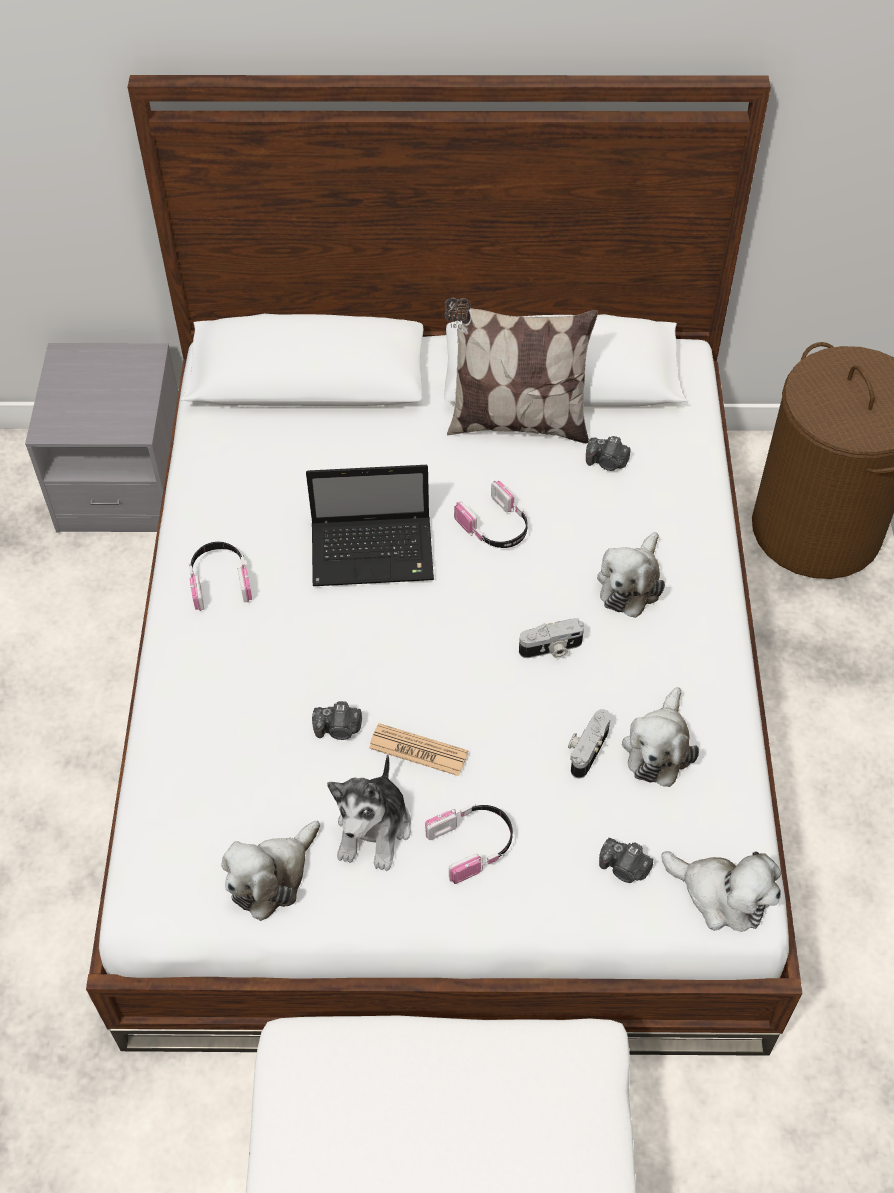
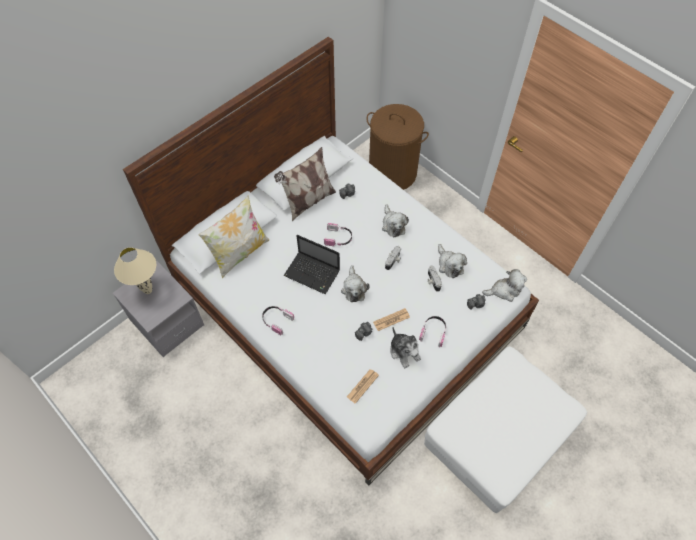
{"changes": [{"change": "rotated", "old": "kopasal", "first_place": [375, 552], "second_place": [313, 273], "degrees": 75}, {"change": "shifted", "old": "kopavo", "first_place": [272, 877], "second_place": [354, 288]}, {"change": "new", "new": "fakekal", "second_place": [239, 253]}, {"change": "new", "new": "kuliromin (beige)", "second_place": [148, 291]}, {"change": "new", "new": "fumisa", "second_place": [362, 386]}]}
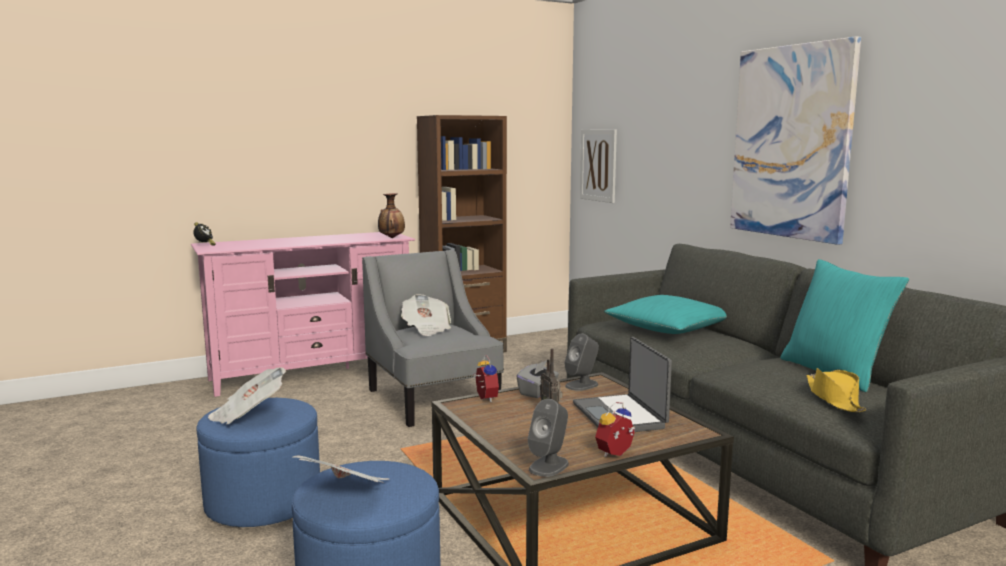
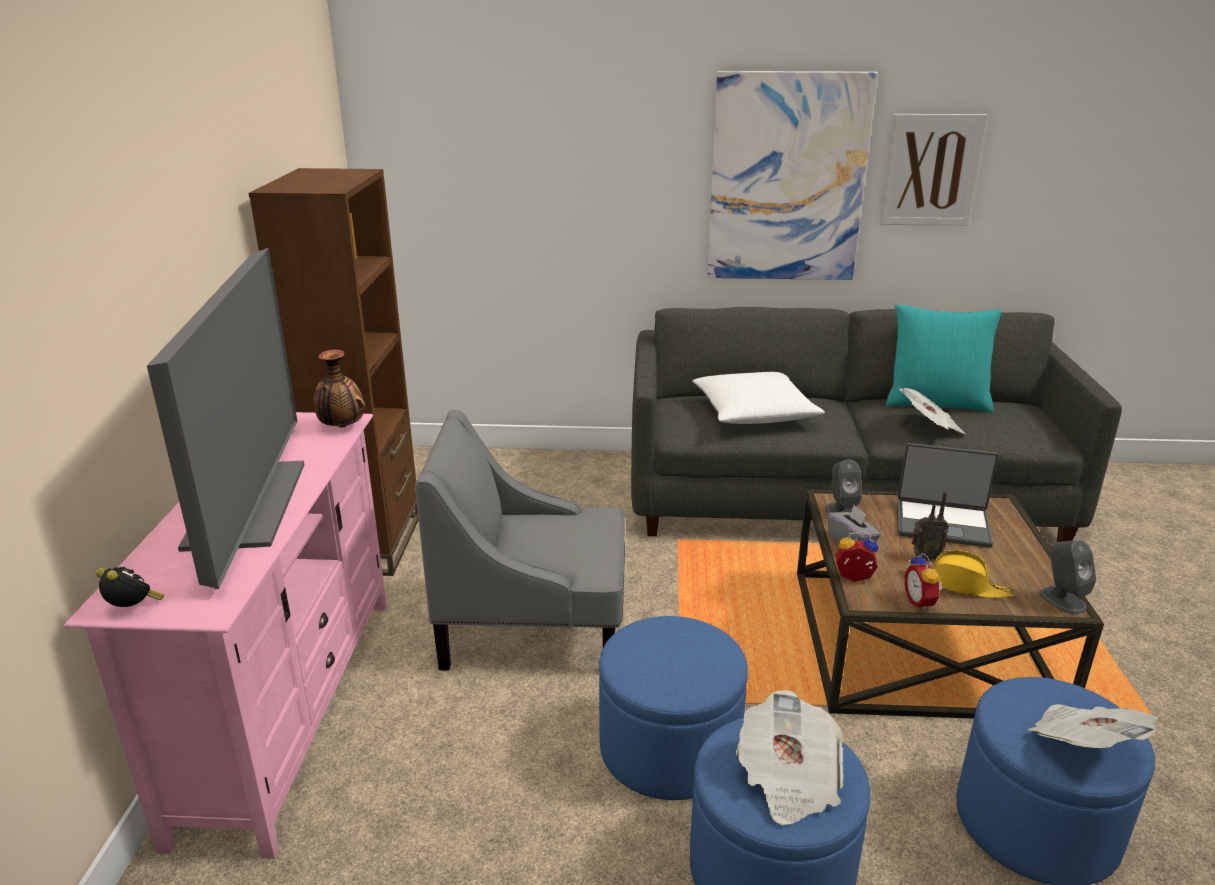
{"changes": [{"change": "shifted", "old": "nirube", "first_place": [598, 165], "second_place": [930, 170]}, {"change": "shifted", "old": "fumisa", "first_place": [426, 329], "second_place": [929, 427]}, {"change": "repainted", "old": "fakekal (turquoise)", "new": "fakekal (white)", "first_place": [669, 329], "second_place": [754, 412]}, {"change": "shifted", "old": "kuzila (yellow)", "first_place": [834, 399], "second_place": [958, 585]}, {"change": "shifted", "old": "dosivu", "first_place": [616, 454], "second_place": [921, 602]}, {"change": "new", "new": "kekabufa", "second_place": [248, 503]}, {"change": "new", "new": "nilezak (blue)", "second_place": [669, 749]}]}
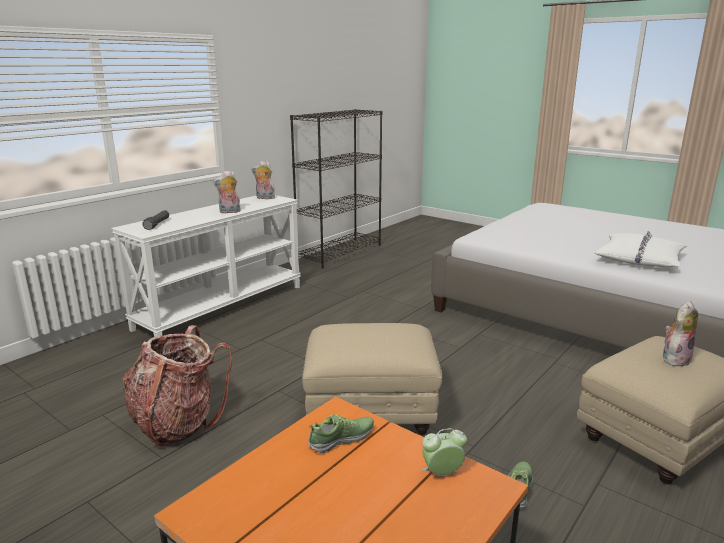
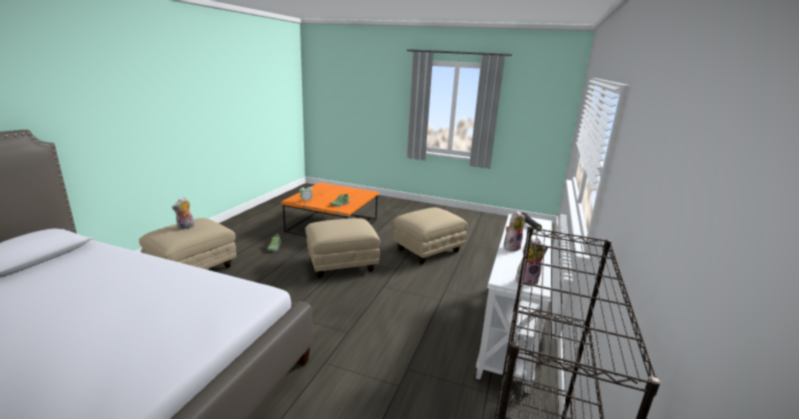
{"changes": [{"change": "gone", "old": "fakekal (white)", "first_place": [640, 259]}, {"change": "swapped", "old": "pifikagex", "new": "nilezak (beige)", "first_place": [177, 423], "second_place": [427, 251]}]}
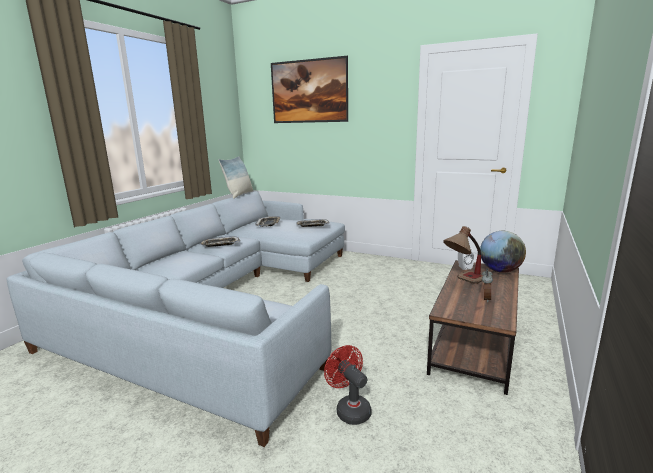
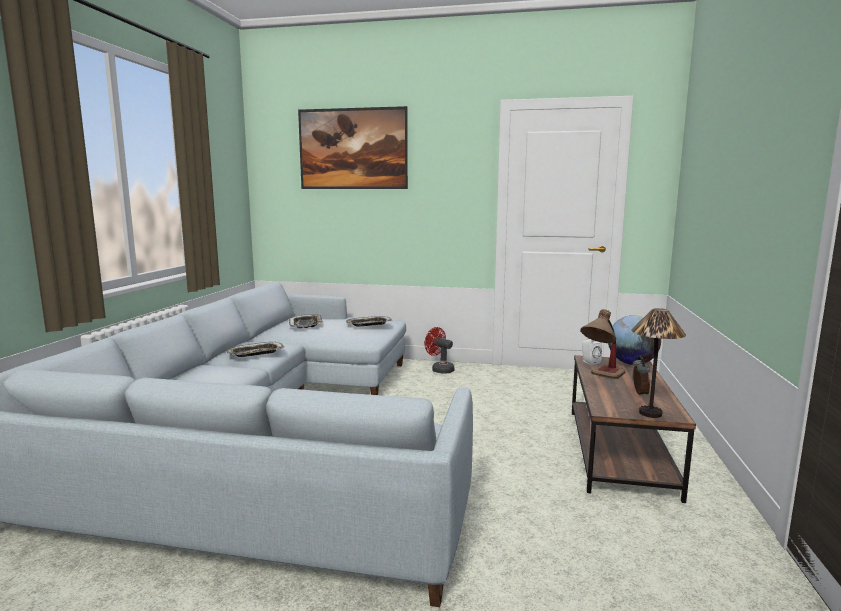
{"changes": [{"change": "gone", "old": "fakekal", "first_place": [239, 195]}, {"change": "shifted", "old": "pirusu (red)", "first_place": [349, 409], "second_place": [440, 369]}, {"change": "new", "new": "kuliromin", "second_place": [650, 413]}]}
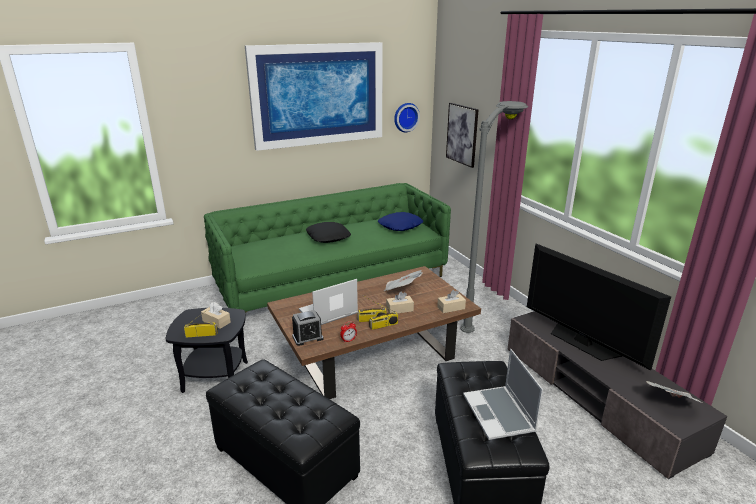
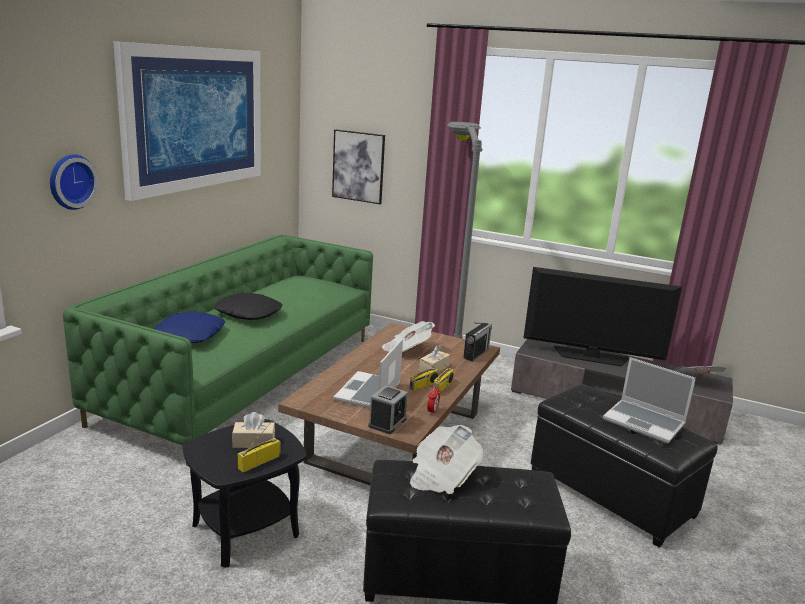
{"changes": [{"change": "shifted", "old": "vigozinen", "first_place": [405, 117], "second_place": [70, 181]}, {"change": "shifted", "old": "fakekal (blue)", "first_place": [400, 226], "second_place": [190, 335]}, {"change": "swapped", "old": "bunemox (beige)", "new": "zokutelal", "first_place": [451, 308], "second_place": [476, 354]}, {"change": "new", "new": "fumisa", "second_place": [442, 476]}]}
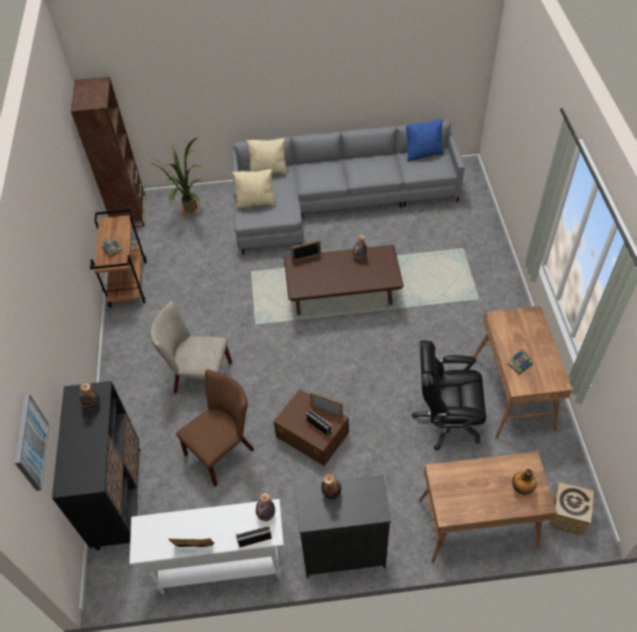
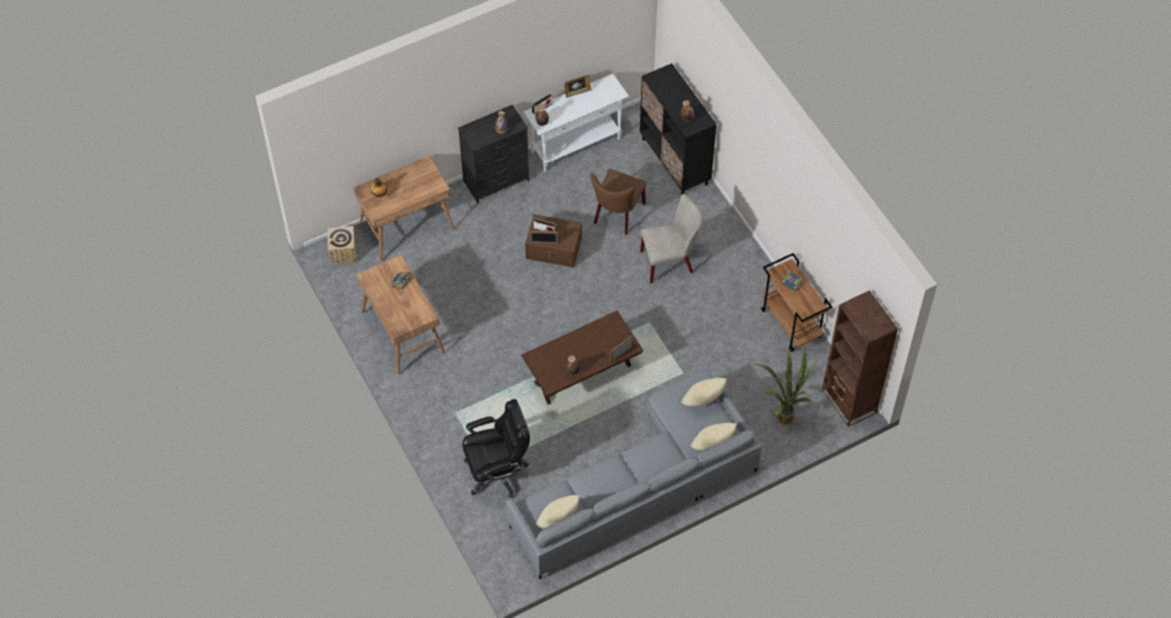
{"changes": [{"change": "repainted", "old": "fakekal (blue)", "new": "fakekal (beige)", "first_place": [423, 153], "second_place": [558, 520]}, {"change": "shifted", "old": "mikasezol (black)", "first_place": [446, 420], "second_place": [497, 471]}, {"change": "gone", "old": "nirube", "first_place": [30, 442]}]}
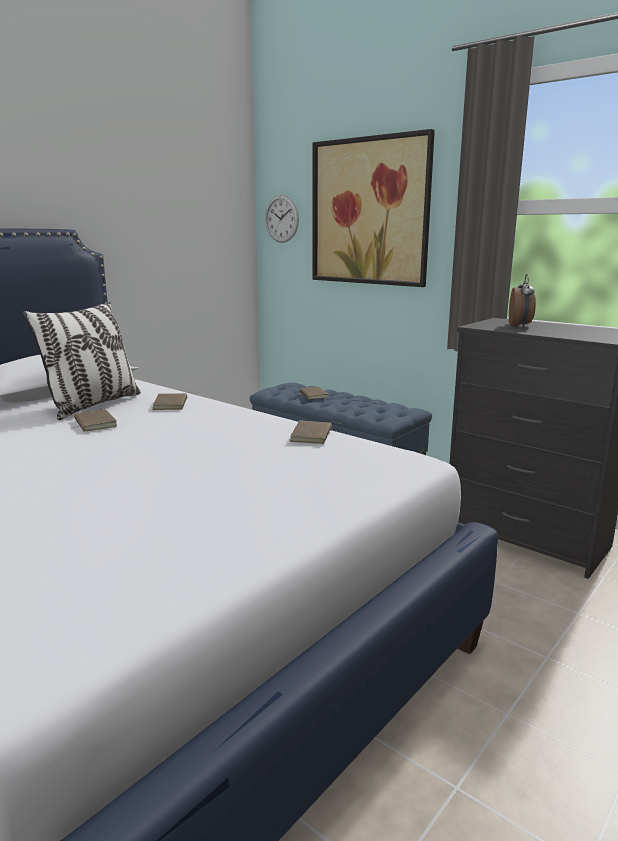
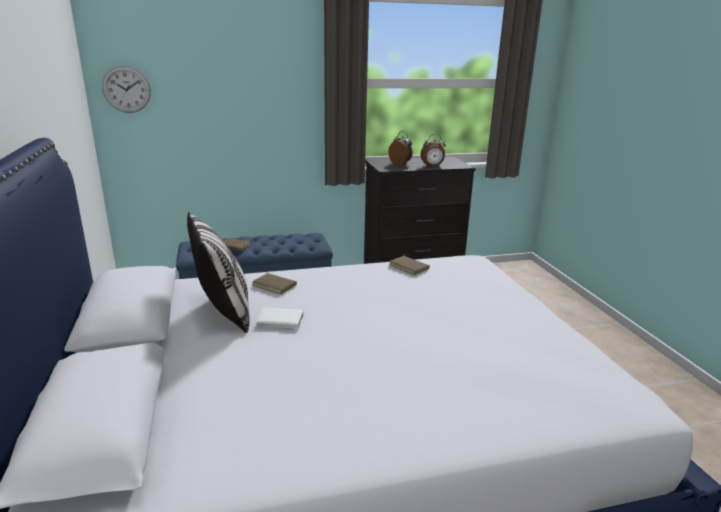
{"changes": [{"change": "gone", "old": "nirube", "first_place": [369, 212]}, {"change": "repainted", "old": "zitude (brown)", "new": "zitude (white)", "first_place": [93, 423], "second_place": [280, 321]}, {"change": "new", "new": "dosivu", "second_place": [432, 167]}]}
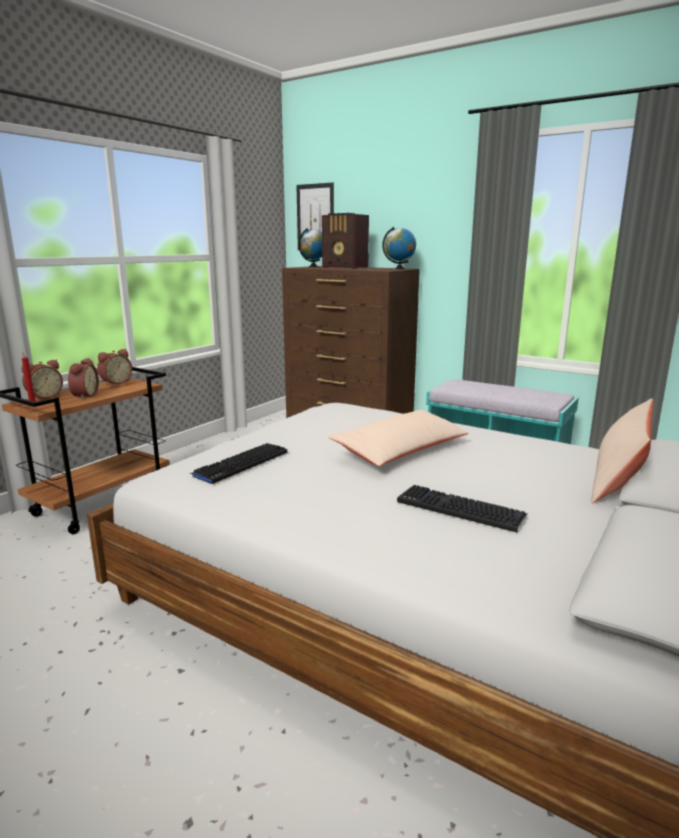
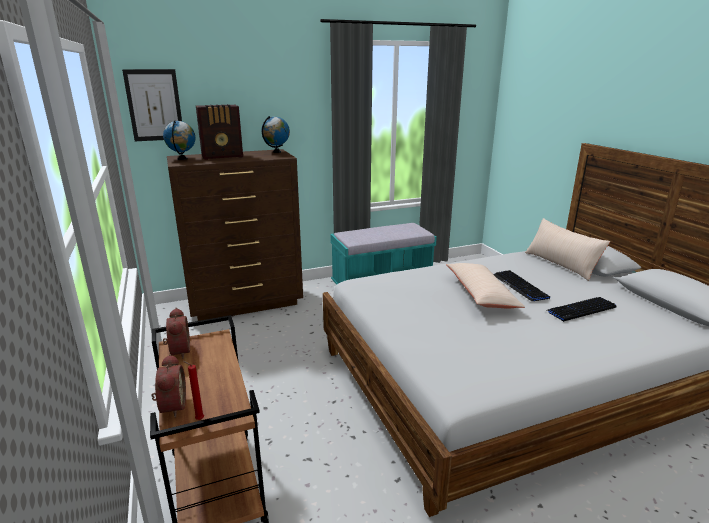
{"changes": [{"change": "gone", "old": "dosivu", "first_place": [83, 396]}, {"change": "shifted", "old": "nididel", "first_place": [240, 464], "second_place": [520, 286]}]}
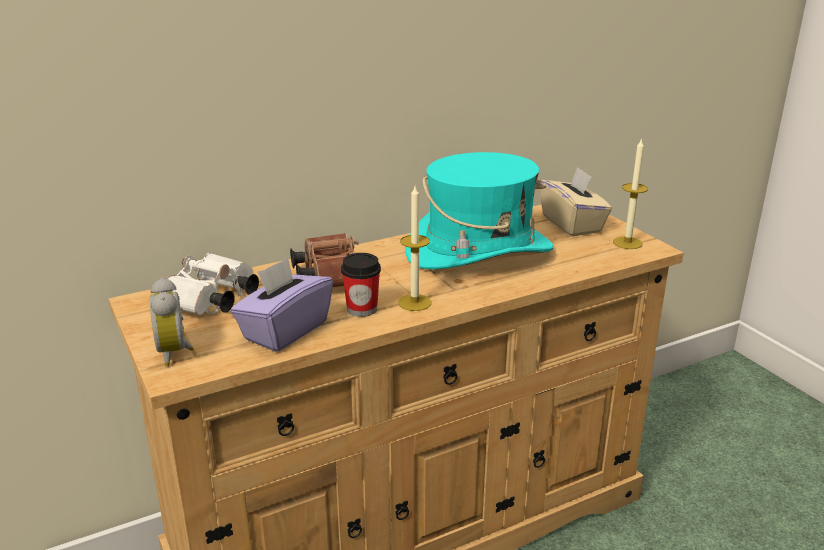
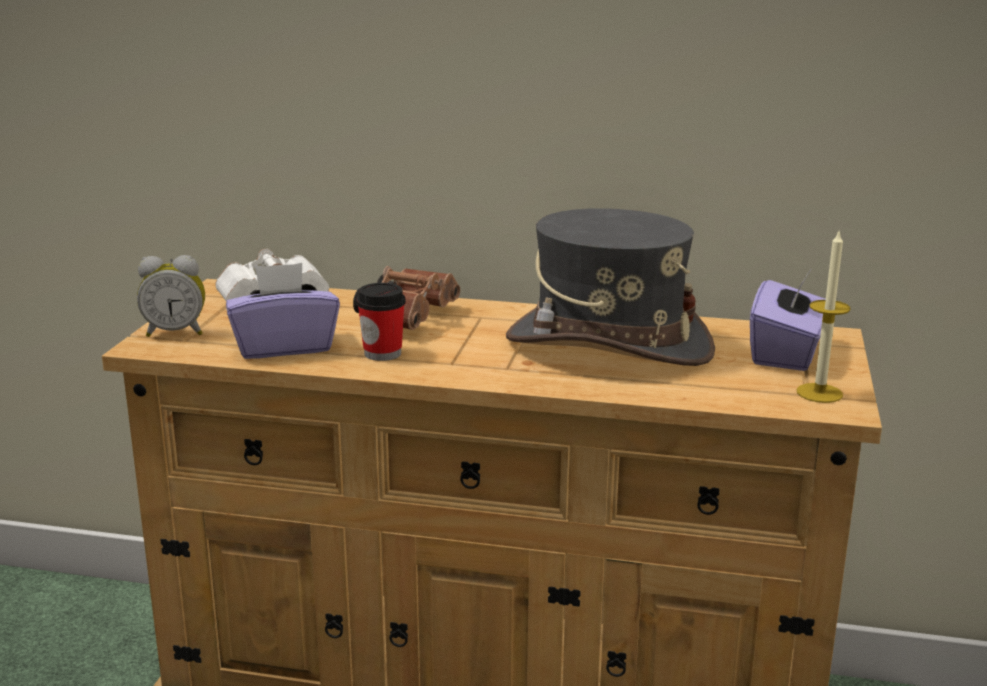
{"changes": [{"change": "repainted", "old": "kuzila (turquoise)", "new": "kuzila (grey)", "first_place": [479, 251], "second_place": [608, 345]}, {"change": "repainted", "old": "bunemox (beige)", "new": "bunemox (purple)", "first_place": [572, 224], "second_place": [786, 353]}, {"change": "gone", "old": "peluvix", "first_place": [414, 302]}, {"change": "rotated", "old": "dosivu", "first_place": [176, 352], "second_place": [175, 332], "degrees": -120}]}
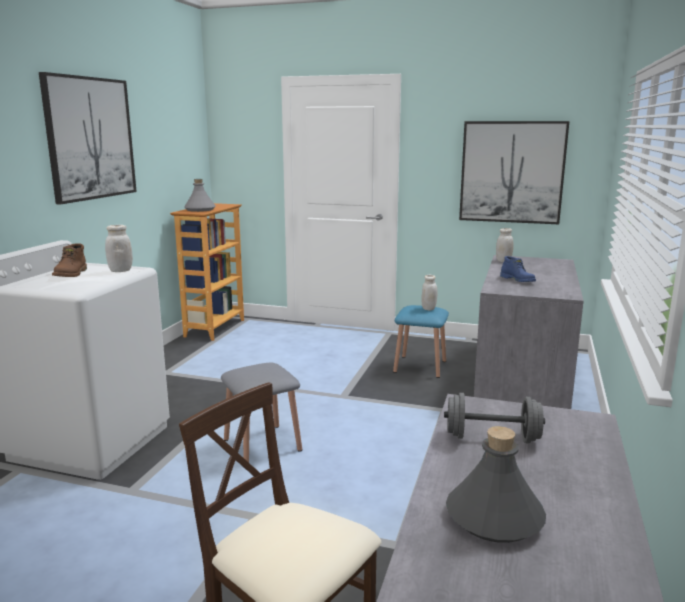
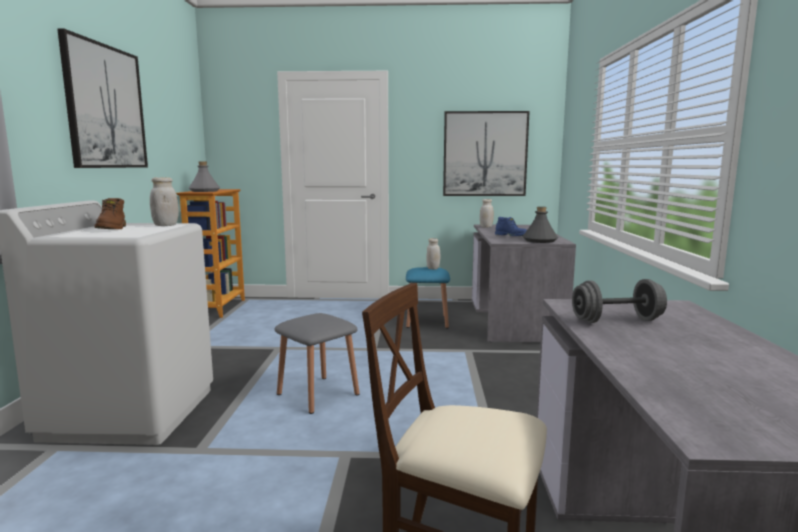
{"changes": [{"change": "shifted", "old": "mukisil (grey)", "first_place": [494, 518], "second_place": [540, 240]}]}
